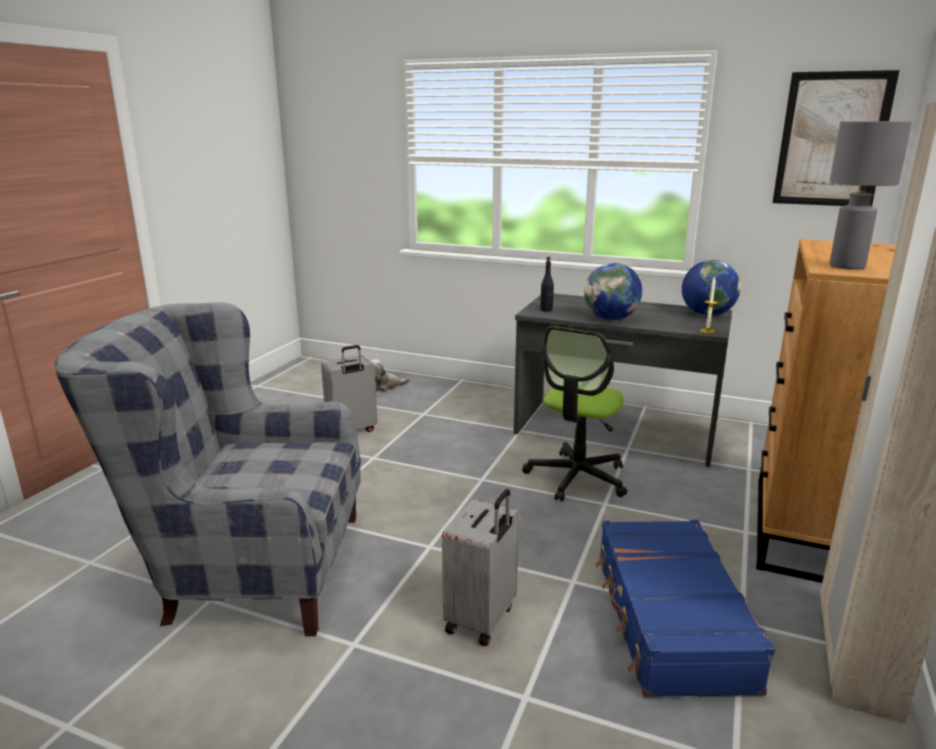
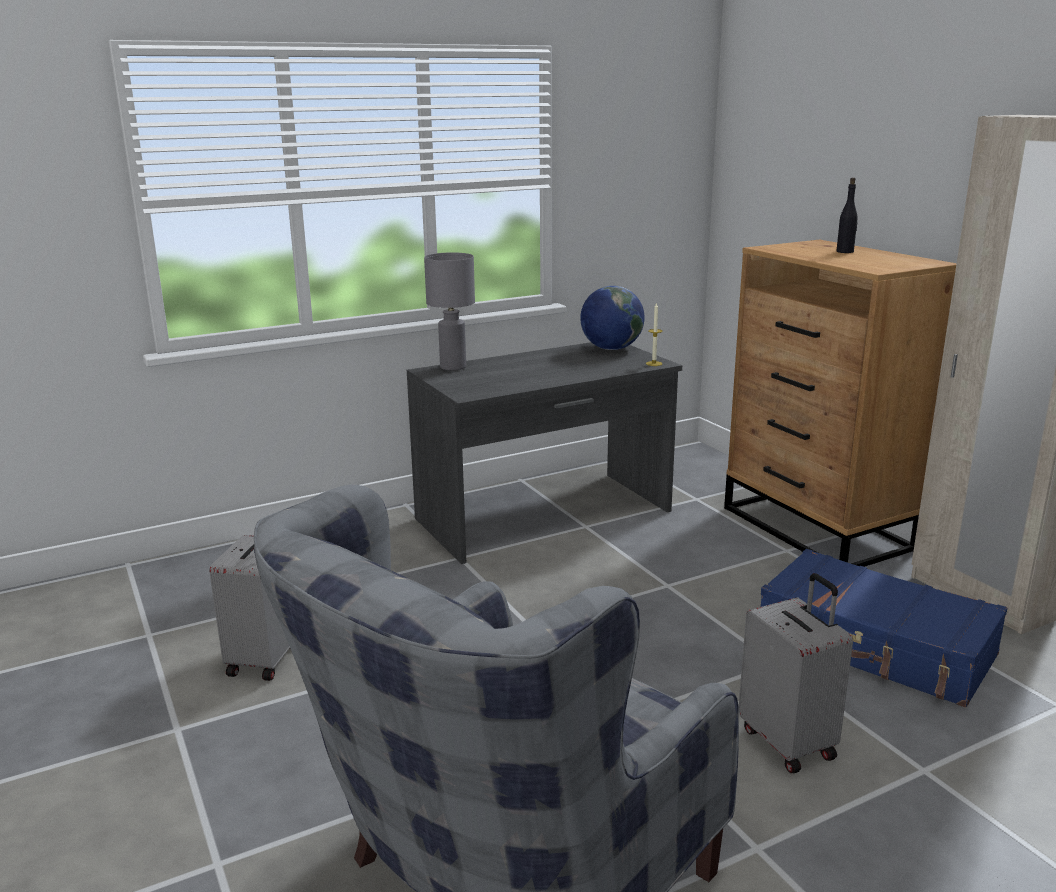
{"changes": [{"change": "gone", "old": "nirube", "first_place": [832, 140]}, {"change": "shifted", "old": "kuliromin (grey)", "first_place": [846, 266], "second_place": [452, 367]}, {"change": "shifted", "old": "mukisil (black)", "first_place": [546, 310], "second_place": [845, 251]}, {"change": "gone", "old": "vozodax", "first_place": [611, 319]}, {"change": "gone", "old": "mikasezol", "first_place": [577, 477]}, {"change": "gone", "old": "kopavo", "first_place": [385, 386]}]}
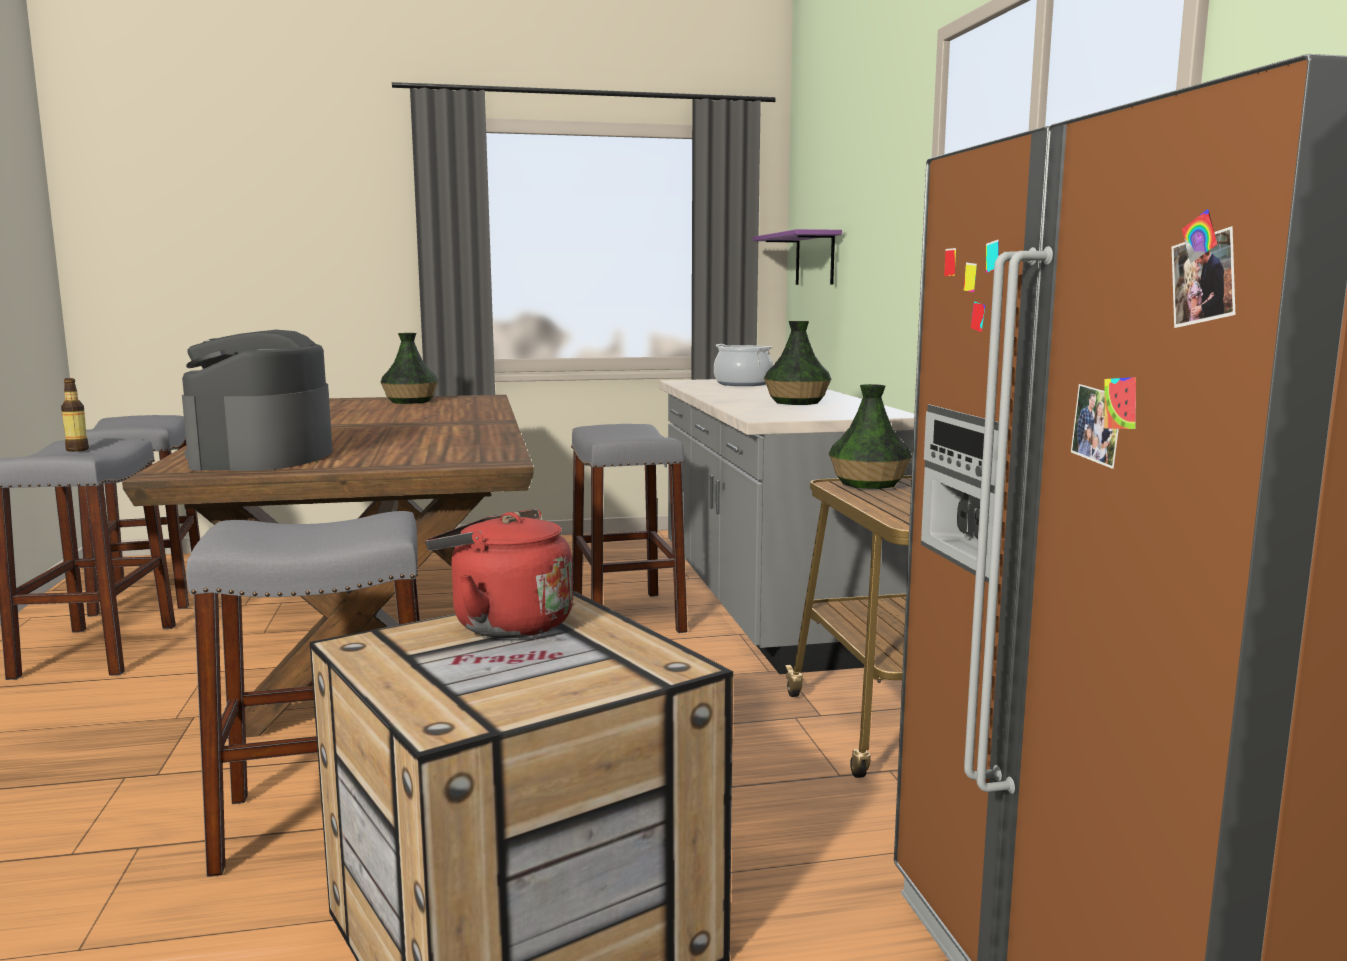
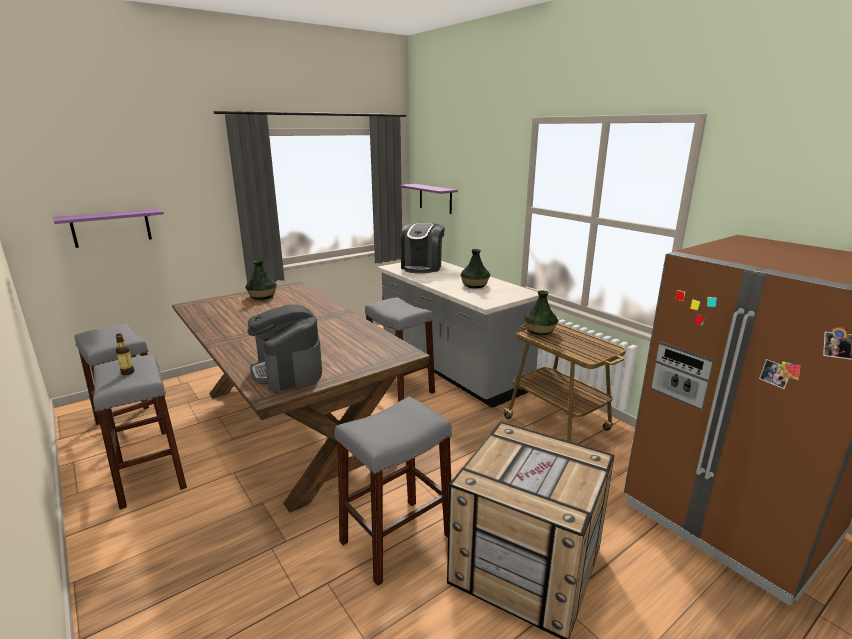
{"changes": [{"change": "swapped", "old": "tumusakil", "new": "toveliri", "first_place": [743, 384], "second_place": [422, 267]}, {"change": "gone", "old": "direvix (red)", "first_place": [505, 624]}, {"change": "new", "new": "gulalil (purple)", "second_place": [111, 227]}]}
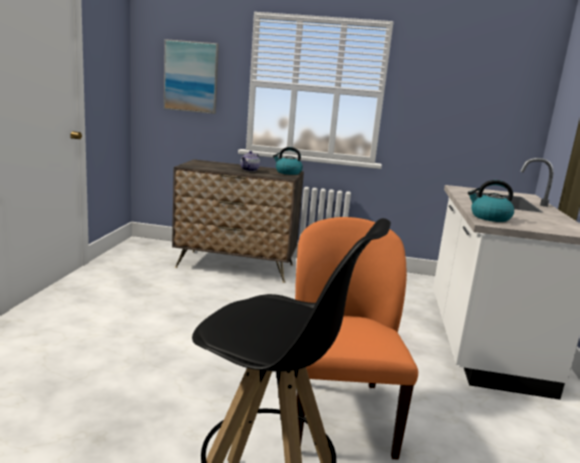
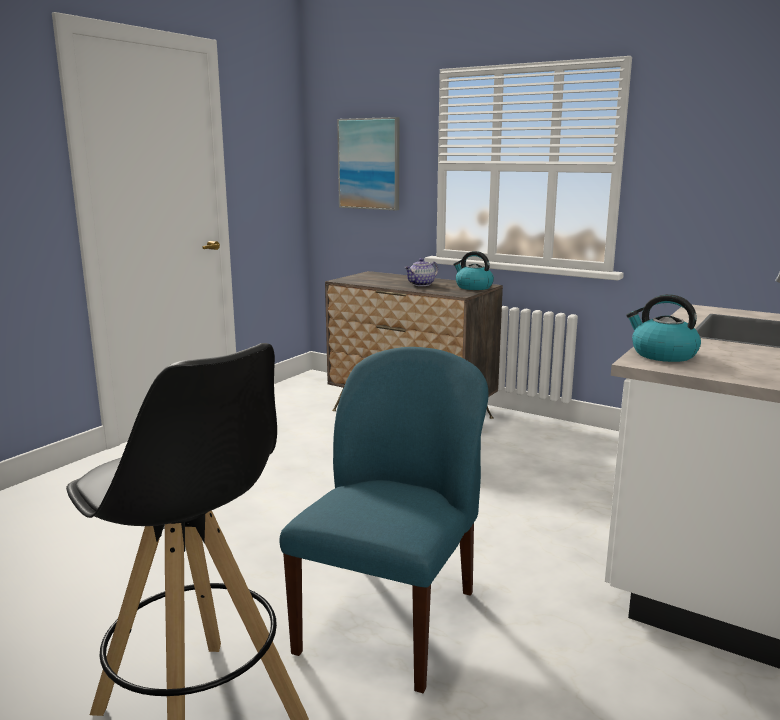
{"changes": [{"change": "repainted", "old": "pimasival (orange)", "new": "pimasival (blue)", "first_place": [338, 414], "second_place": [390, 619]}]}
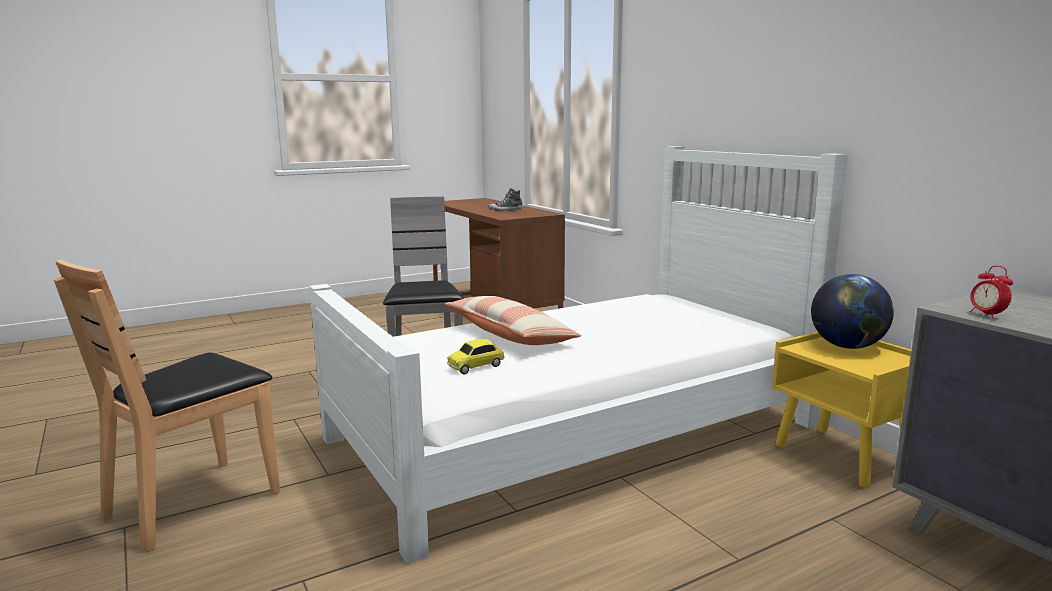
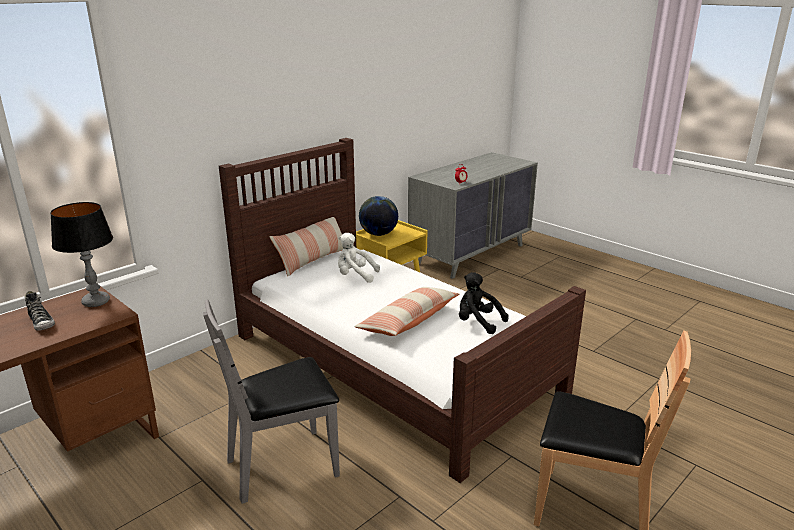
{"changes": [{"change": "repainted", "old": "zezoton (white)", "new": "zezoton (brown)", "first_place": [576, 431], "second_place": [392, 362]}, {"change": "swapped", "old": "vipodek", "new": "kopavo (black)", "first_place": [476, 366], "second_place": [478, 322]}, {"change": "new", "new": "kuliromin", "second_place": [96, 302]}, {"change": "new", "new": "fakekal", "second_place": [313, 260]}, {"change": "new", "new": "kopavo (white)", "second_place": [355, 276]}]}
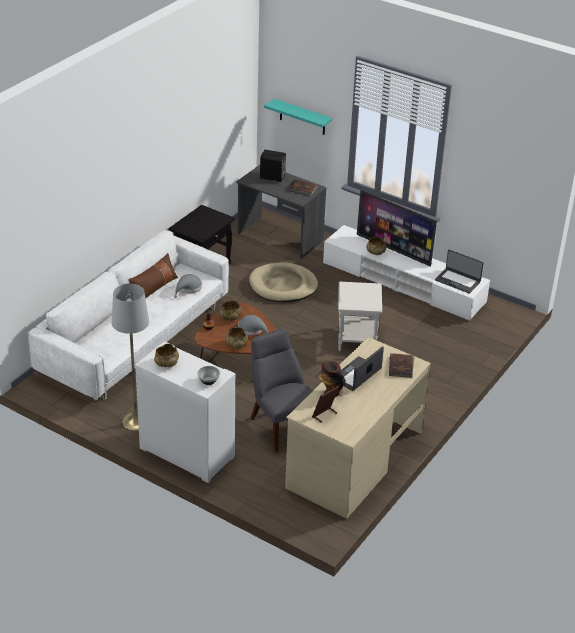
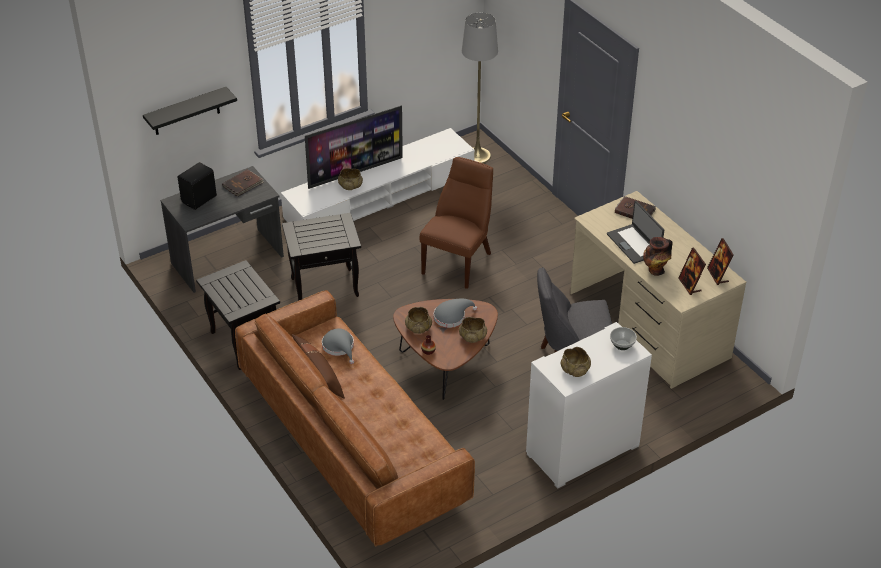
{"changes": [{"change": "repainted", "old": "gulalil (turquoise)", "new": "gulalil (black)", "first_place": [302, 117], "second_place": [186, 112]}, {"change": "repainted", "old": "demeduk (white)", "new": "demeduk (brown)", "first_place": [135, 340], "second_place": [353, 441]}, {"change": "gone", "old": "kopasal", "first_place": [458, 281]}, {"change": "swapped", "old": "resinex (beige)", "new": "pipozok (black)", "first_place": [283, 286], "second_place": [325, 286]}, {"change": "swapped", "old": "pipozok (white)", "new": "pimasival (brown)", "first_place": [357, 340], "second_place": [459, 261]}, {"change": "shifted", "old": "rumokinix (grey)", "first_place": [136, 422], "second_place": [477, 156]}, {"change": "new", "new": "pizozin", "second_place": [718, 275]}]}
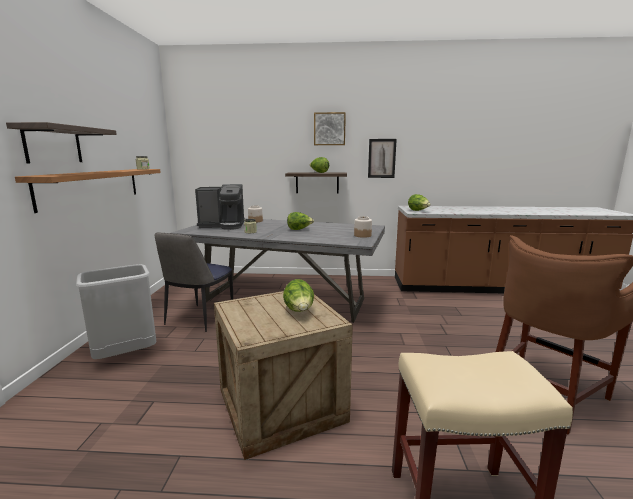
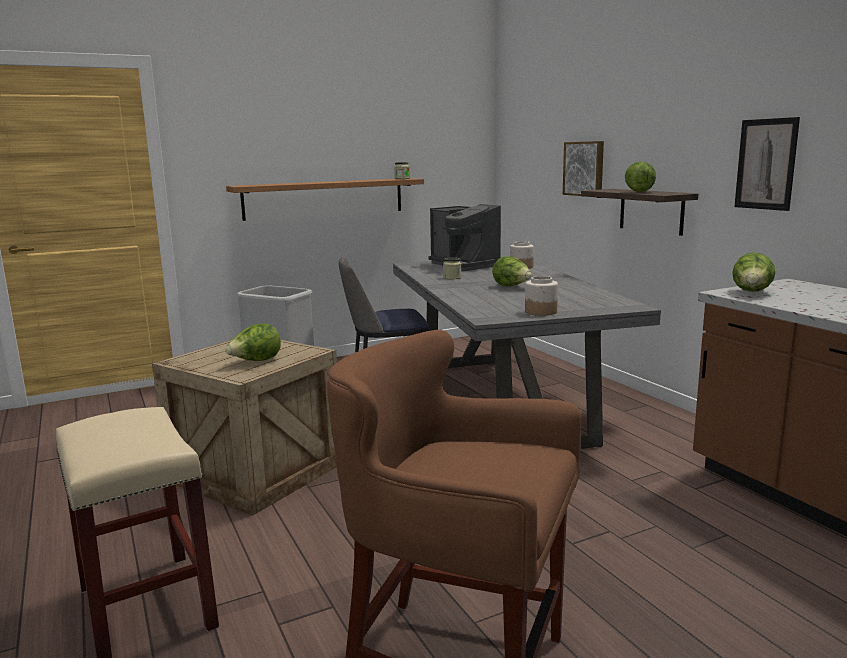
{"changes": [{"change": "shifted", "old": "nirube", "first_place": [329, 129], "second_place": [584, 168]}, {"change": "gone", "old": "gulalil", "first_place": [53, 145]}]}
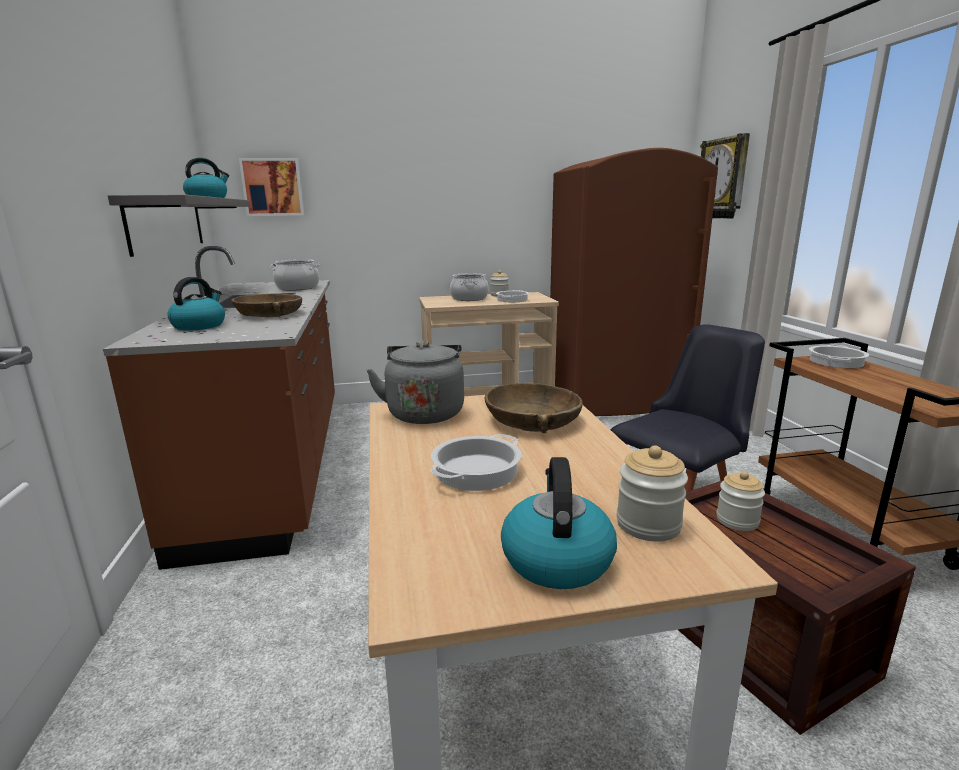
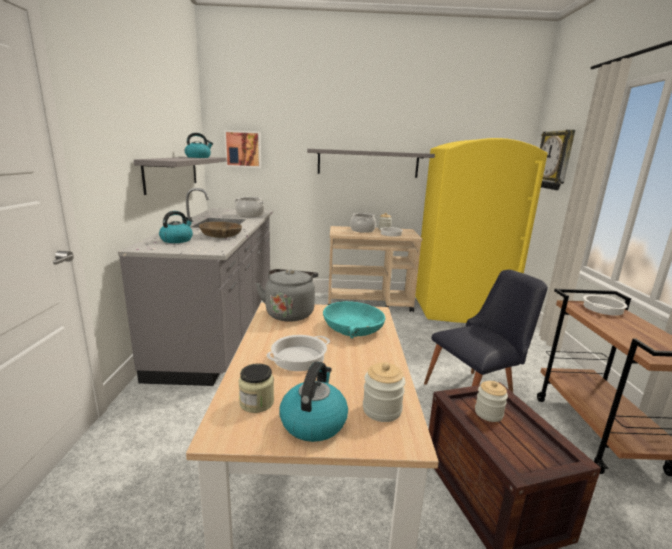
{"changes": [{"change": "repainted", "old": "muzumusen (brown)", "new": "muzumusen (yellow)", "first_place": [616, 399], "second_place": [461, 310]}, {"change": "repainted", "old": "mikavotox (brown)", "new": "mikavotox (grey)", "first_place": [276, 464], "second_place": [222, 326]}, {"change": "repainted", "old": "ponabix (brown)", "new": "ponabix (turquoise)", "first_place": [533, 421], "second_place": [353, 328]}, {"change": "new", "new": "gulalil (grey)", "second_place": [368, 163]}, {"change": "new", "new": "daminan", "second_place": [256, 402]}]}
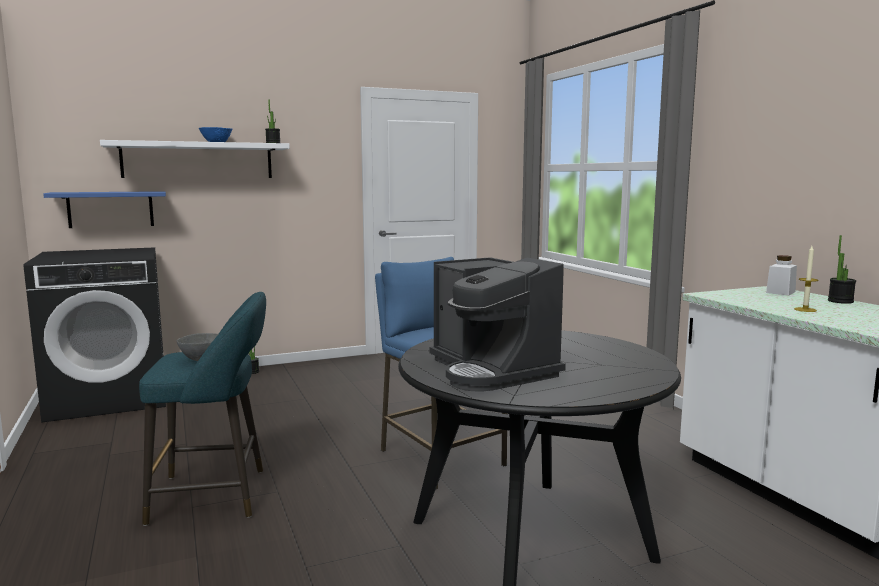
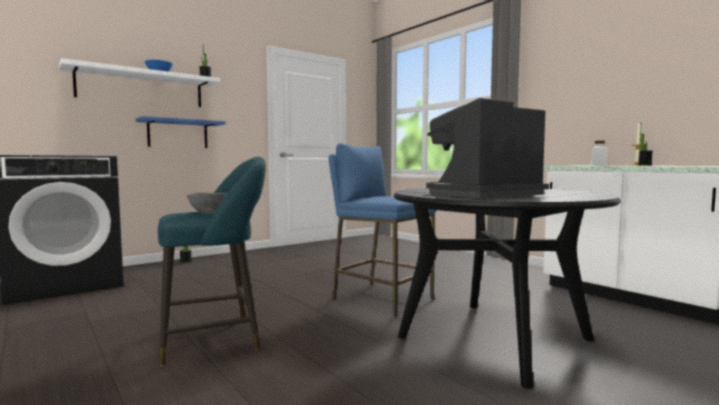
{"changes": [{"change": "shifted", "old": "gulalil (blue)", "first_place": [110, 209], "second_place": [178, 134]}, {"change": "rotated", "old": "toveliri", "first_place": [492, 371], "second_place": [483, 195], "degrees": 105}]}
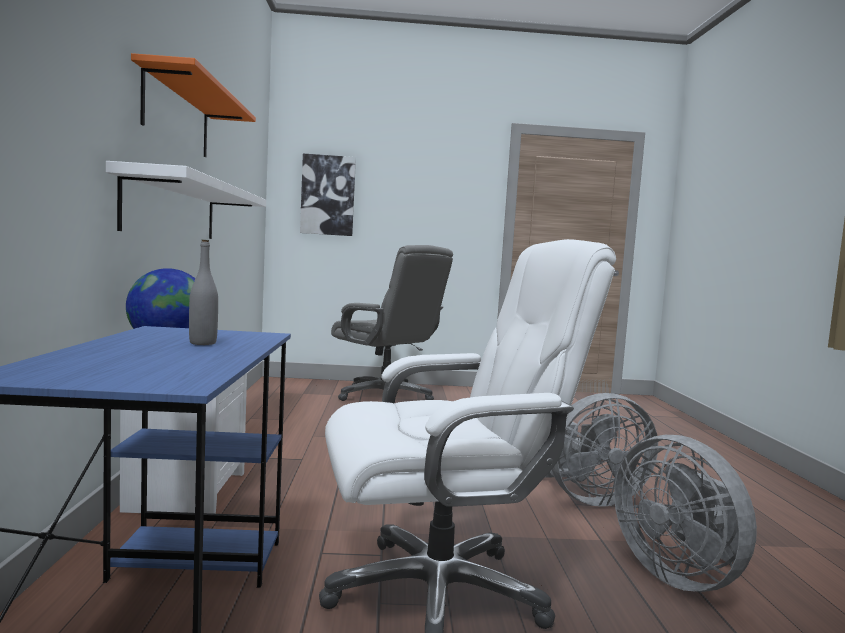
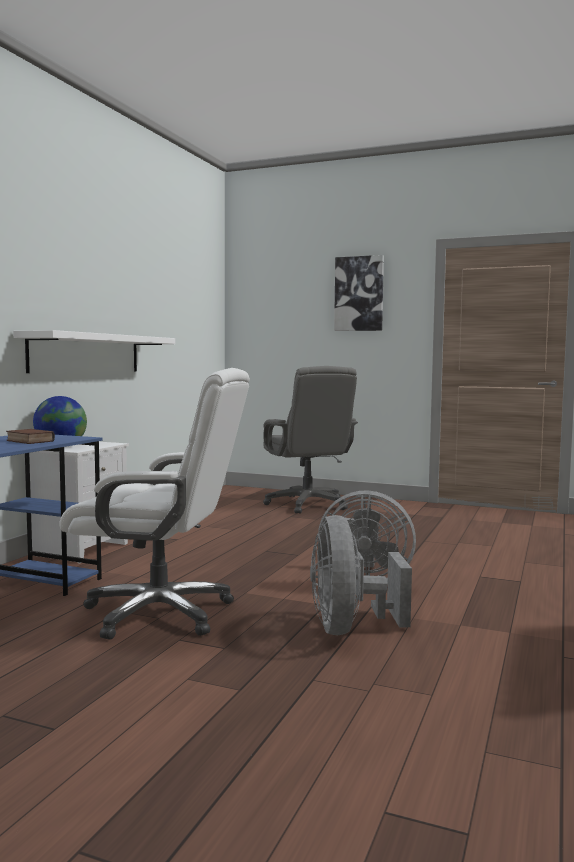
{"changes": [{"change": "gone", "old": "gulalil (orange)", "first_place": [177, 116]}, {"change": "shifted", "old": "nirube", "first_place": [328, 195], "second_place": [359, 294]}, {"change": "swapped", "old": "mukisil (grey)", "new": "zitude", "first_place": [203, 343], "second_place": [28, 441]}]}
